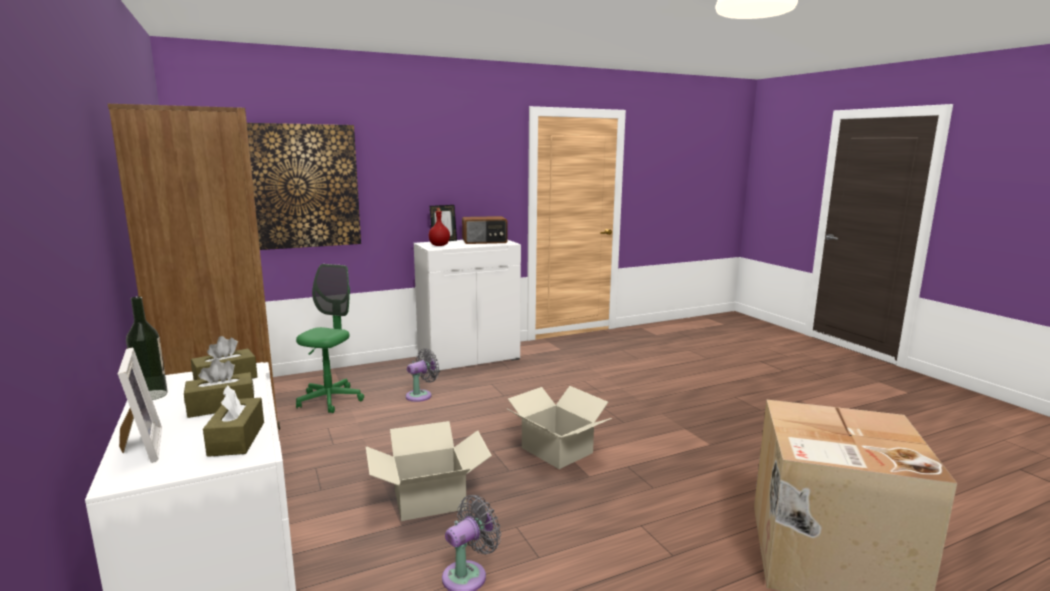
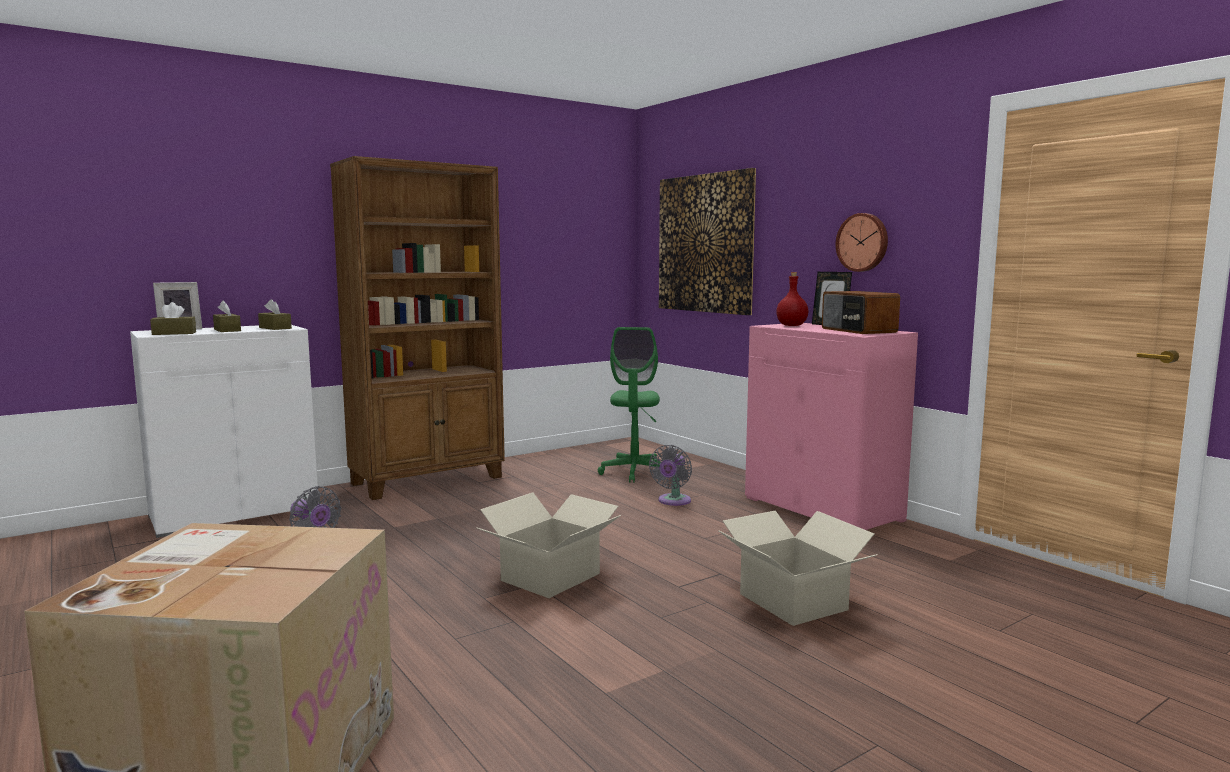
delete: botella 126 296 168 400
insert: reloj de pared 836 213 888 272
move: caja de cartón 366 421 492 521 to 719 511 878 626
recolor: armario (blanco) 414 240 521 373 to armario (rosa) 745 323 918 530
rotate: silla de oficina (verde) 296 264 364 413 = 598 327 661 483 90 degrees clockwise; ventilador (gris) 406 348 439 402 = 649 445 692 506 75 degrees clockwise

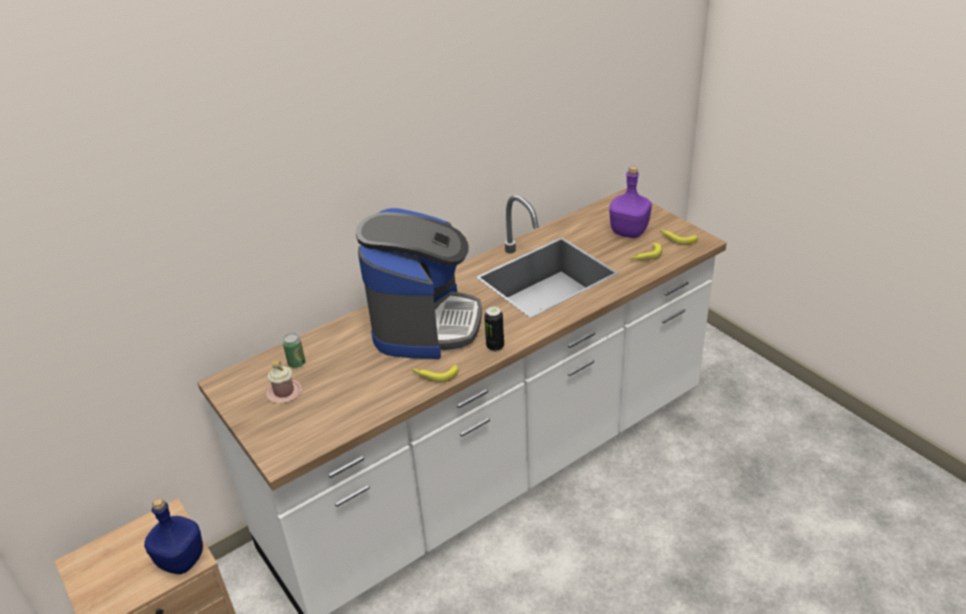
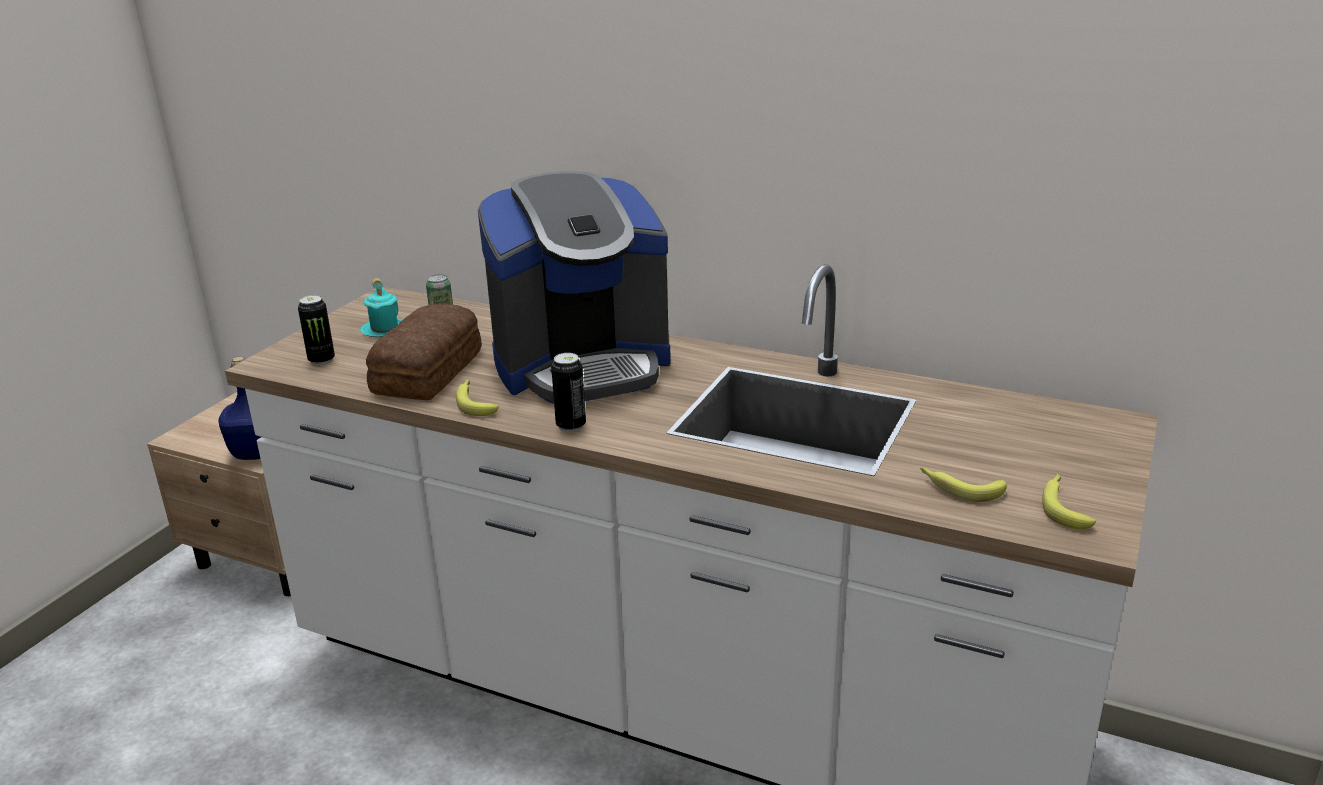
delete: botella (morado) 609 166 652 238
insert: lata 298 295 335 365; pan 366 304 482 400
recolor: taza grande (rosa) 266 361 302 403 to taza grande (turquesa) 360 278 403 337

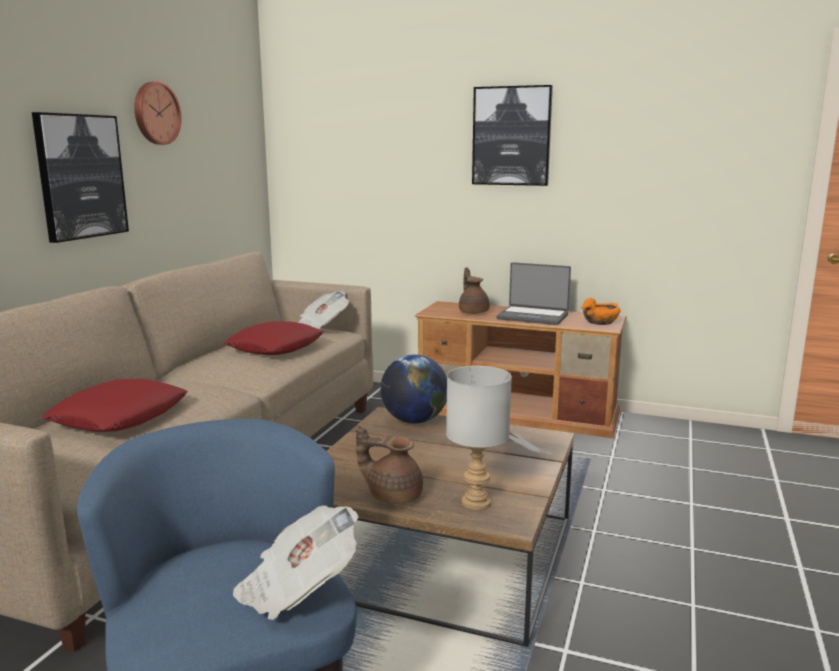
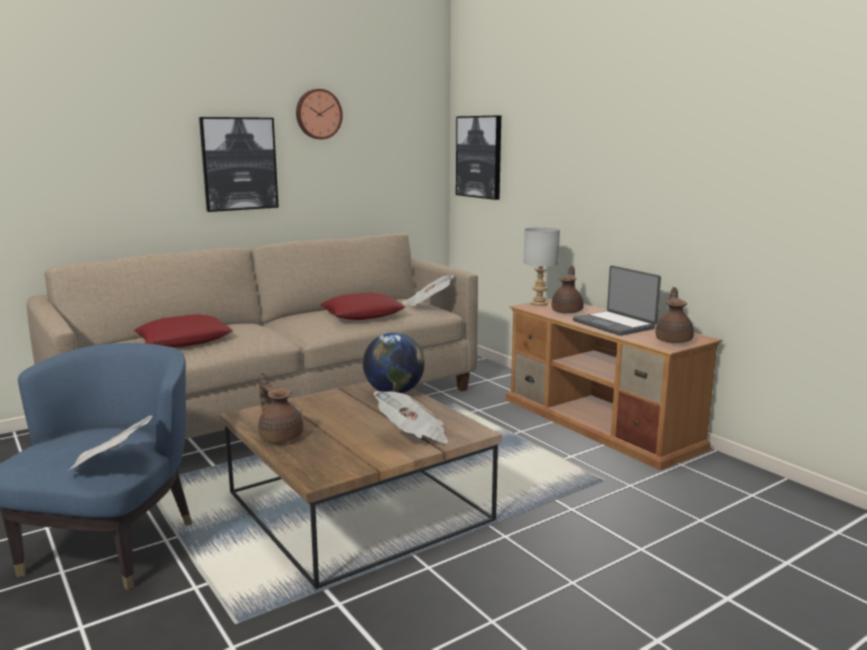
move: cuadro 472 85 553 186 to 456 116 501 200; lámpara de mesa (gris) 446 366 512 510 to 524 227 560 306
replace: cuenco (naranja) 581 298 620 325 to tetera (marrón) 656 287 694 343

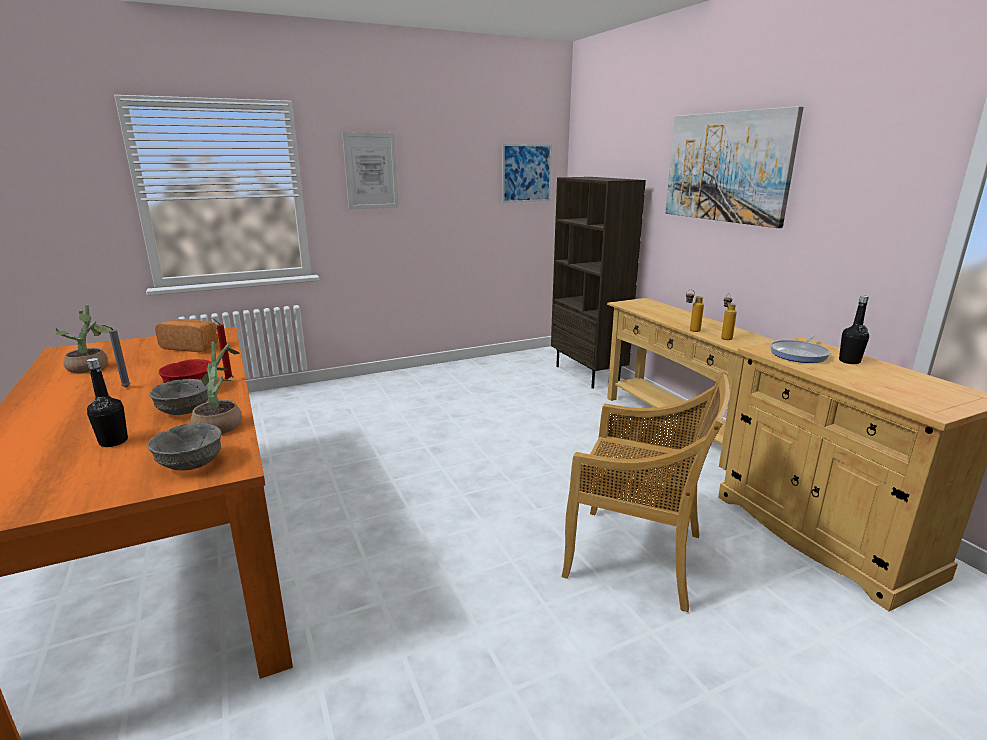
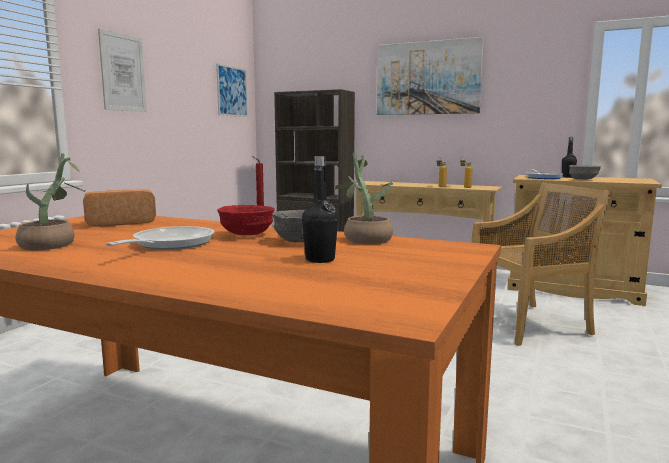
move: cuenco (gris) 147 423 221 471 to 569 165 601 179
replace: vela (gris) 103 325 131 388 to sartén 106 226 215 250

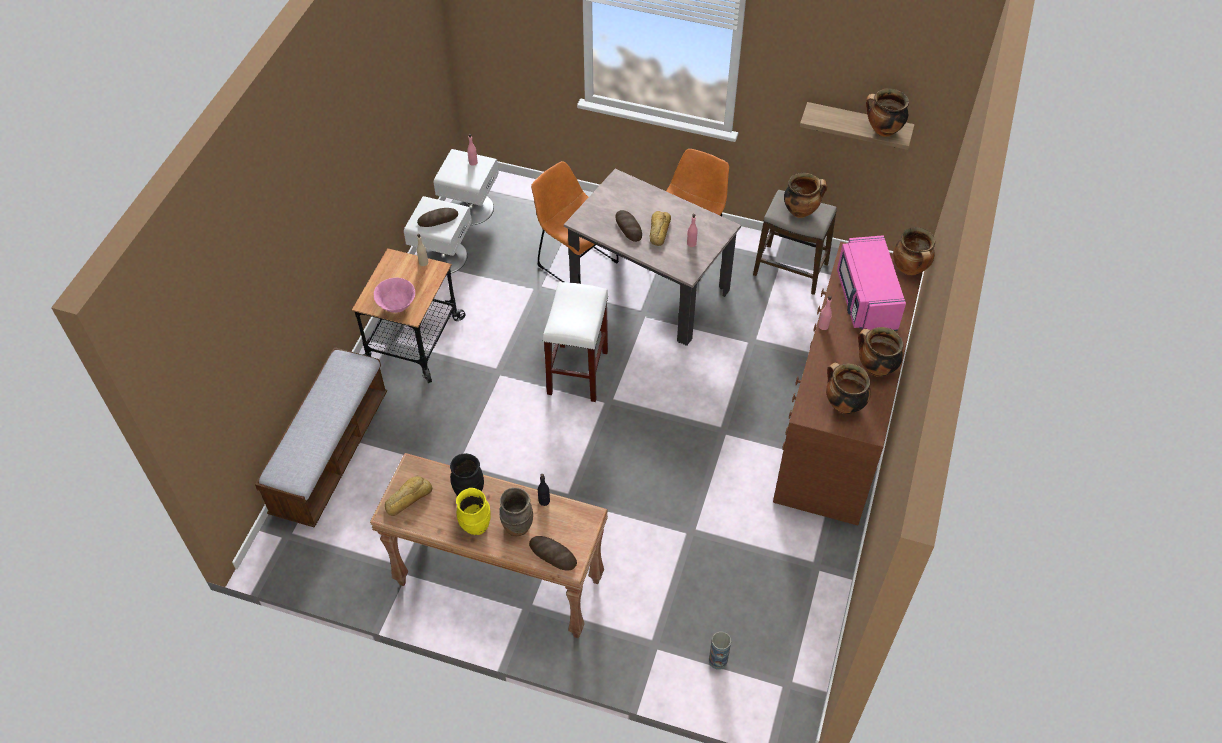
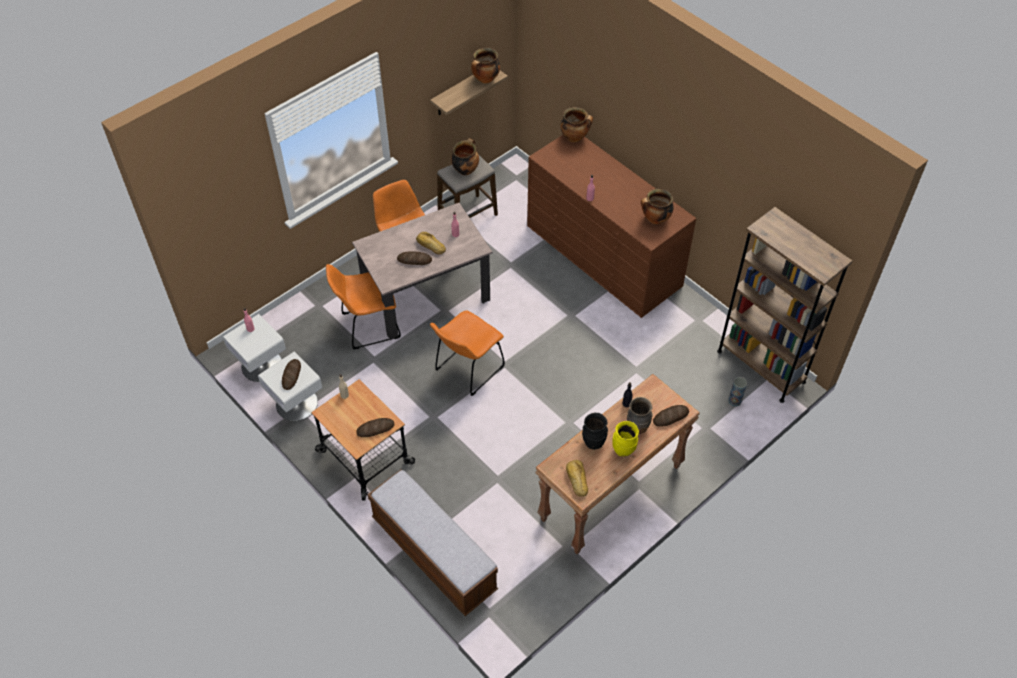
delete: microondas (rosa) 837 235 906 331; olla 858 327 903 377
insert: estantería (marrón) 717 207 853 403
replace: cuenco (rosa) 374 278 415 313 to pan 356 418 394 437; taburete (blanco) 543 282 608 402 to silla (naranja) 430 310 505 396

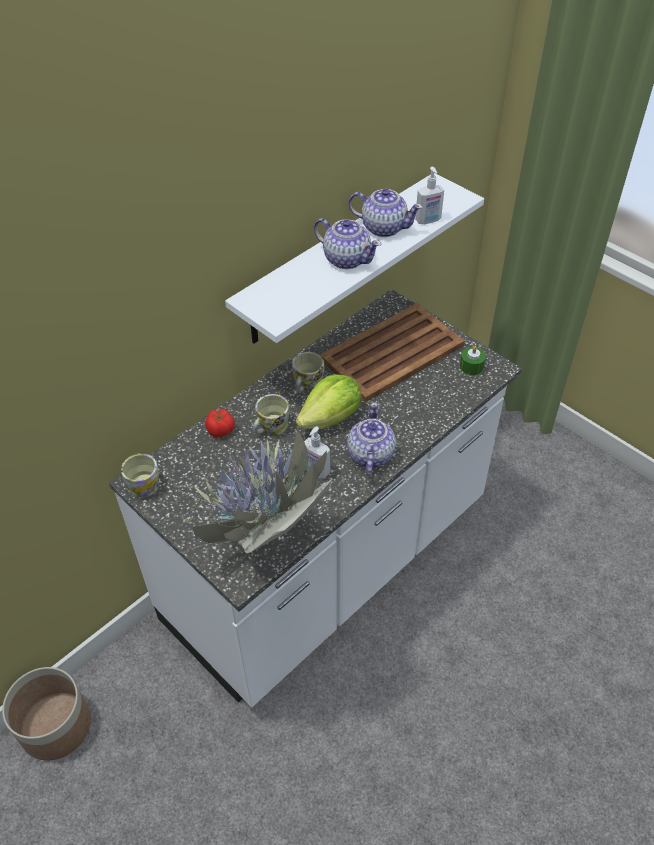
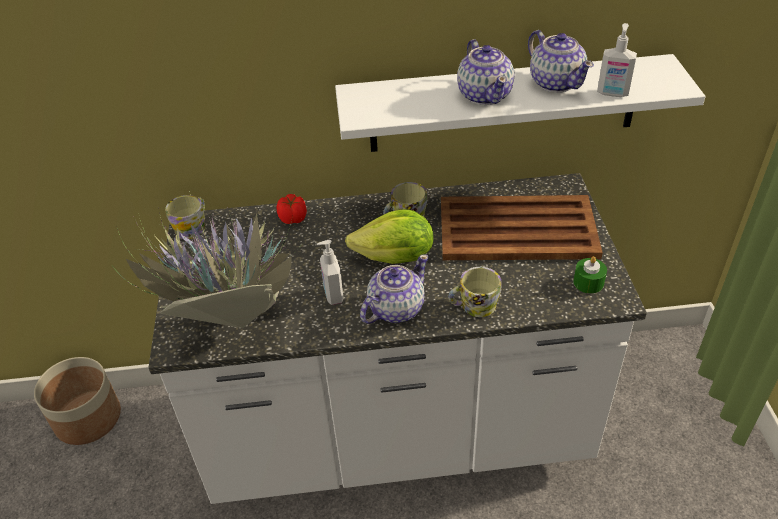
move: taza grande 253 394 290 436 to 448 267 501 317

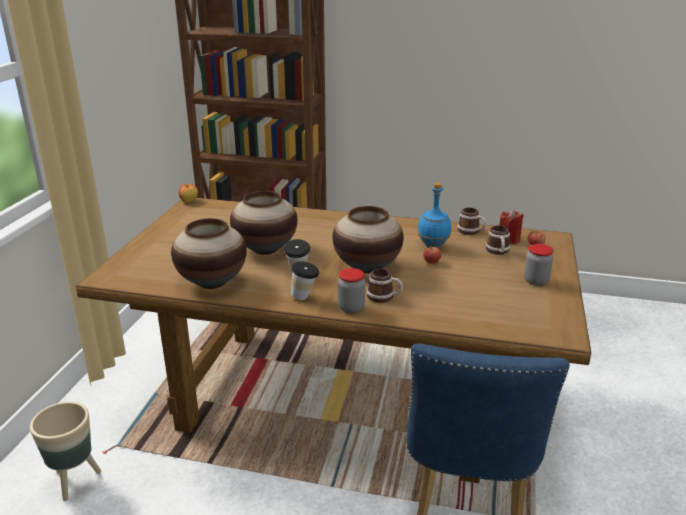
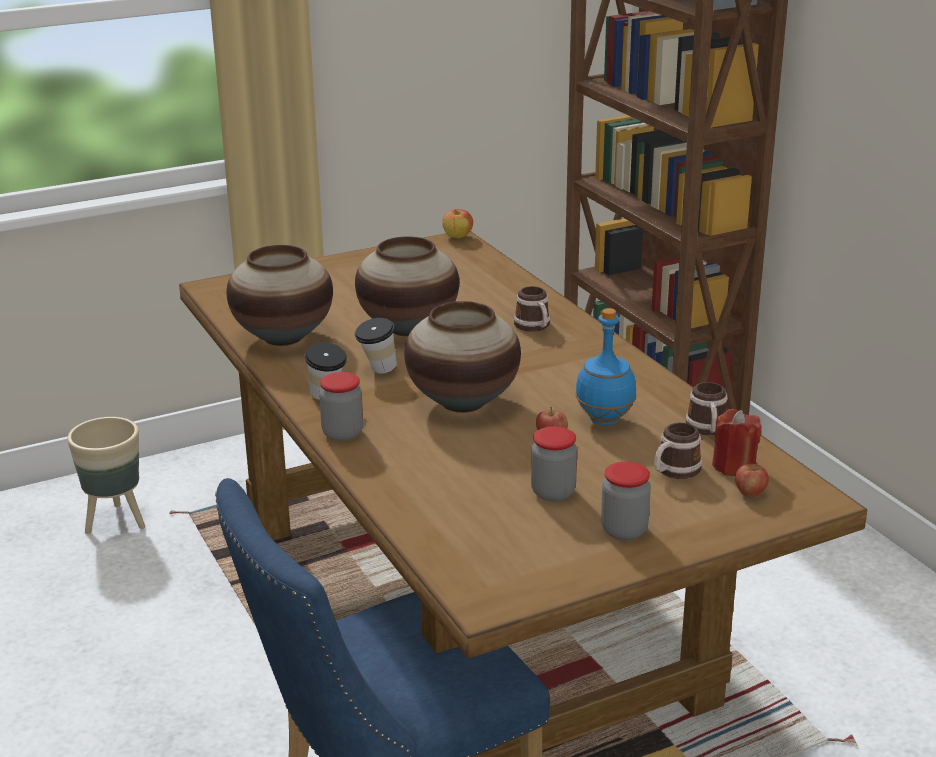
insert: tarro 531 426 577 501
move: taza grande 367 269 403 303 to 514 286 550 332

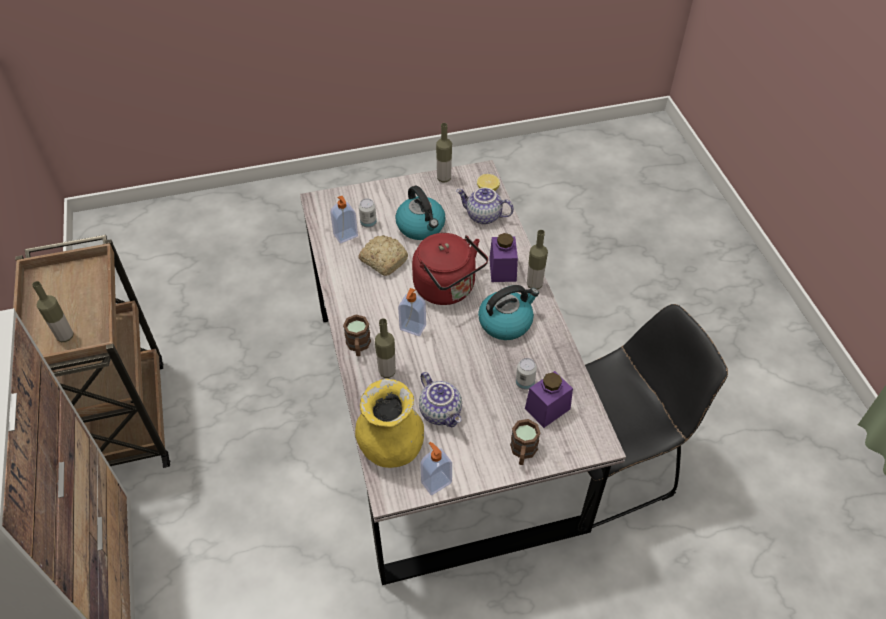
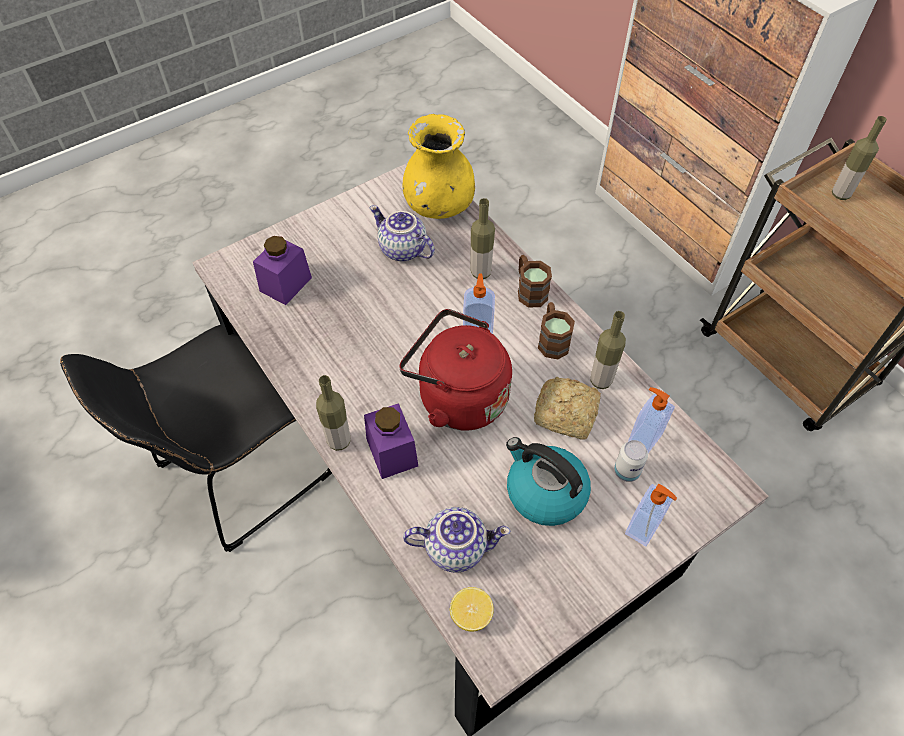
delete: hervidor 478 285 539 340; lata 516 358 537 390
move: botella 436 123 452 182 to 590 311 626 389; taza grande (marrón) 510 419 541 465 to 538 302 575 359; dispensador de jabón 420 442 452 495 to 625 484 677 547

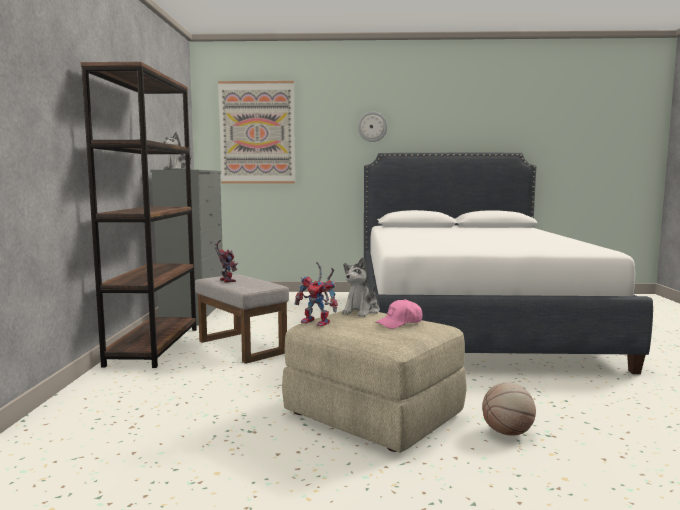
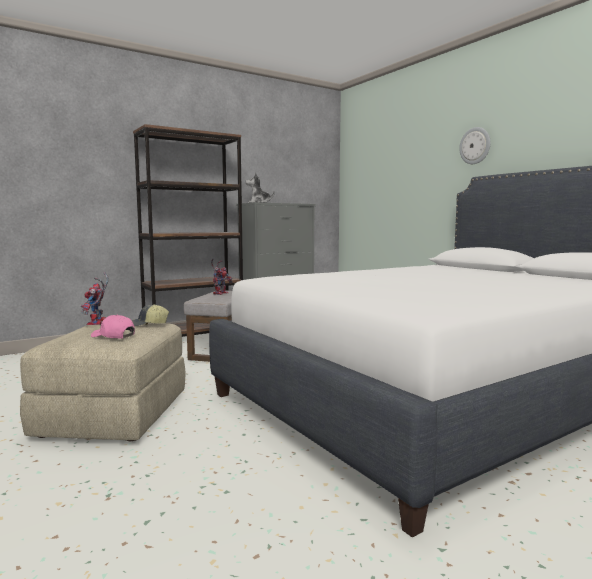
delete: cuadro 218 81 295 183; balón de baloncesto 482 382 536 436
replace: peluche 342 257 380 317 to gorra 132 304 169 327

